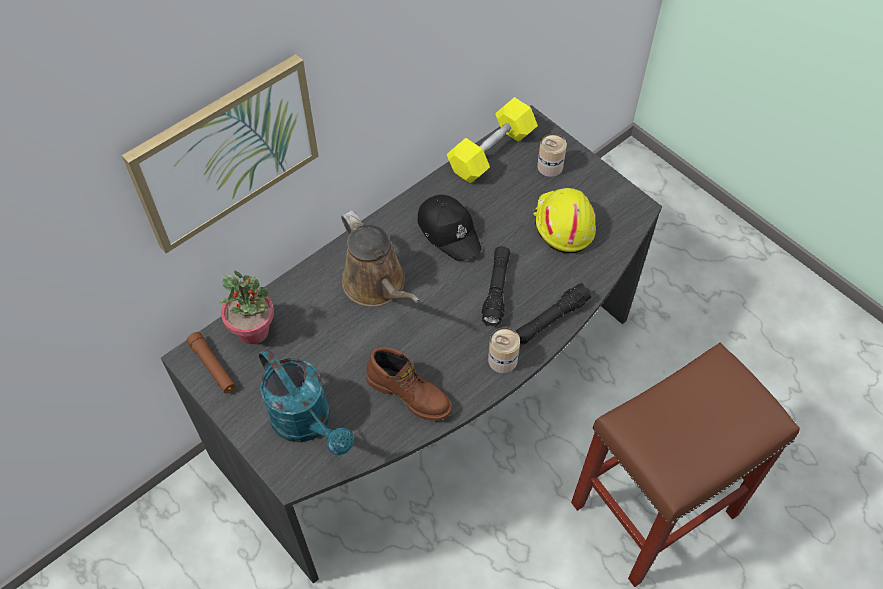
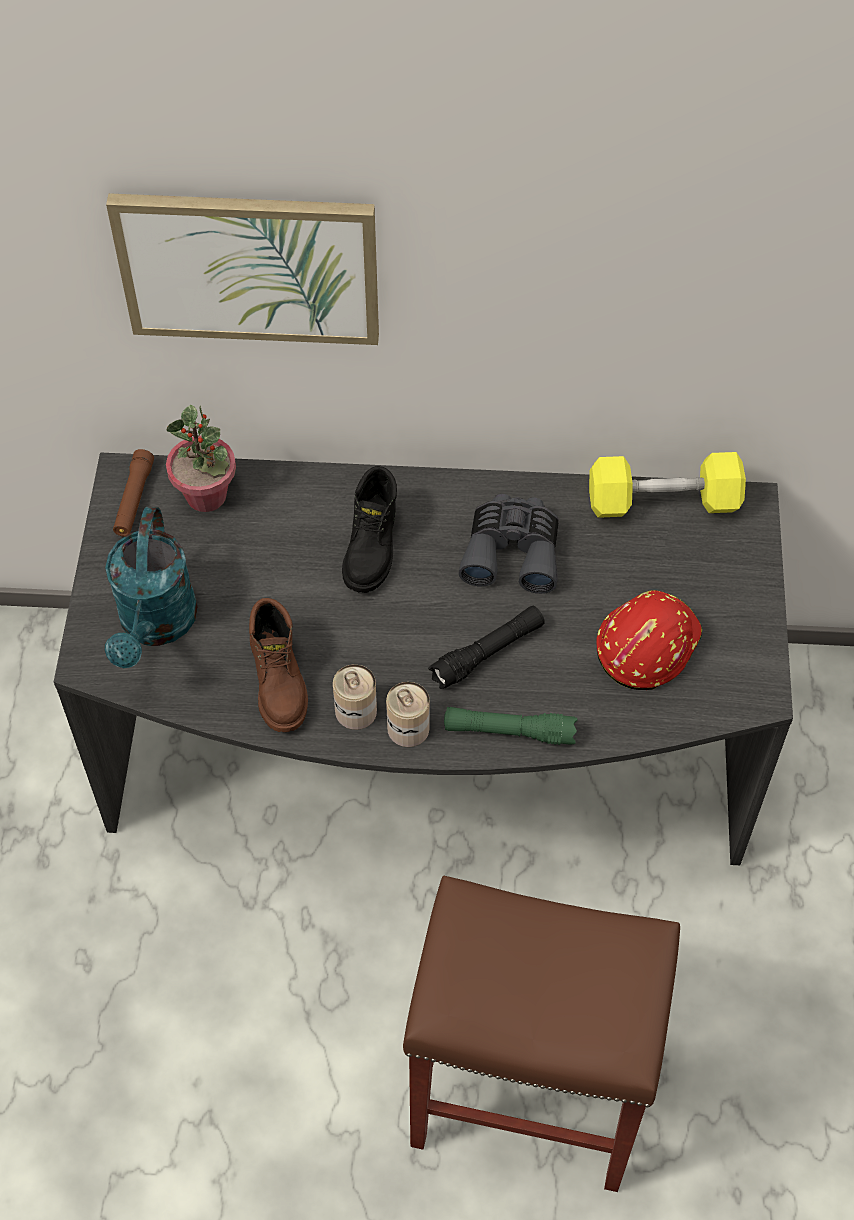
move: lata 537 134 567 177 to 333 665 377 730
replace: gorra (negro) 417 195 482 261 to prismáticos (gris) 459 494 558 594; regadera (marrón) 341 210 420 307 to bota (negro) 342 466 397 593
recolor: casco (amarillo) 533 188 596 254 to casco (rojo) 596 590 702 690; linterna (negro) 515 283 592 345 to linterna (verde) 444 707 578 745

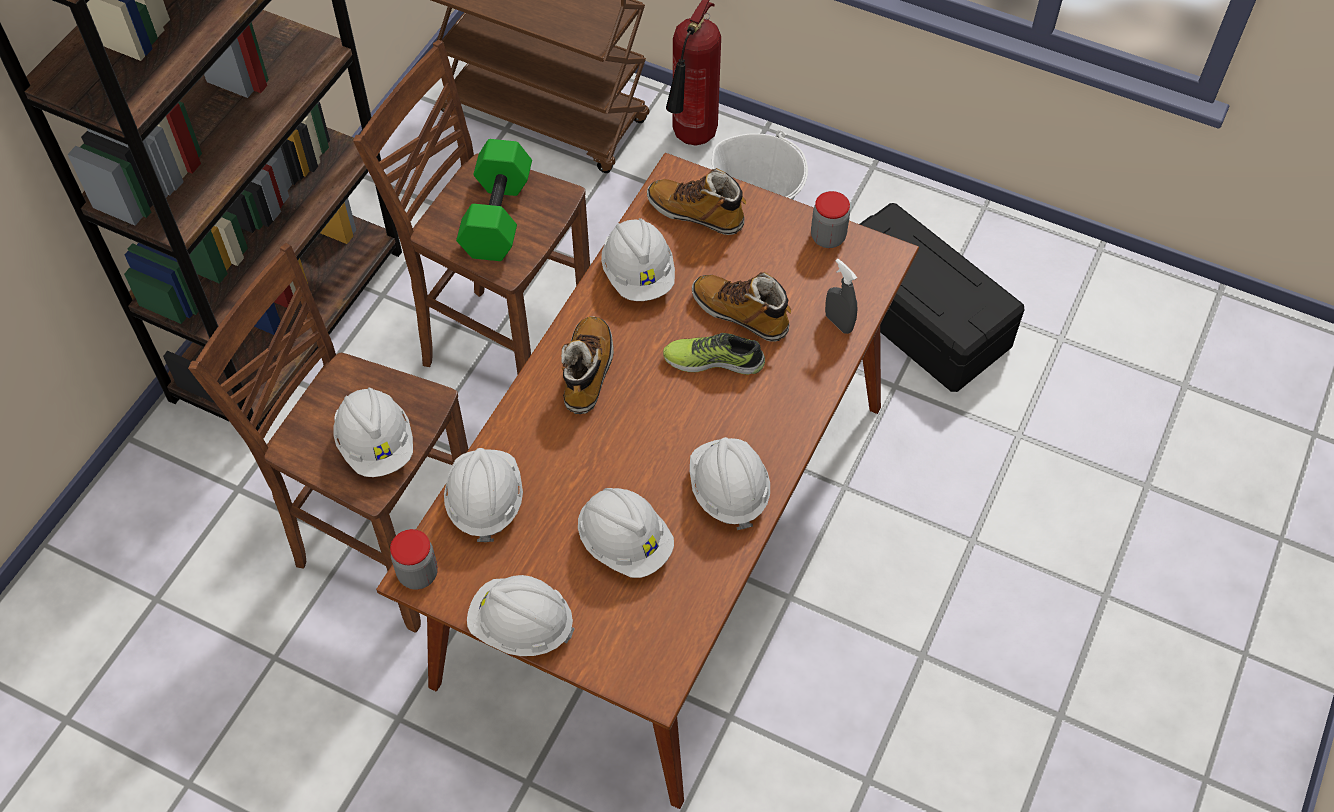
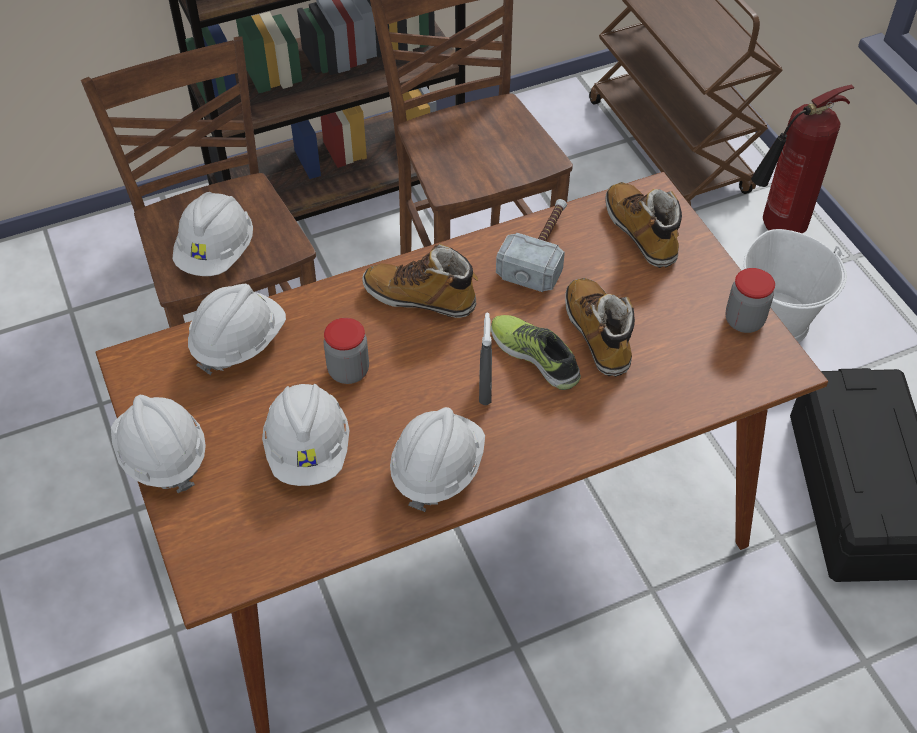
delete: mancuerna (verde) 456 139 532 261
move: pulverizador (gris) 825 259 857 334 to 479 313 492 405; tarro 390 529 438 590 to 324 318 369 384
replace: casco (blanco) 601 218 675 301 to martillo 496 199 567 292
rotate: bota 561 316 614 414 = 362 244 478 318 120 degrees counterclockwise

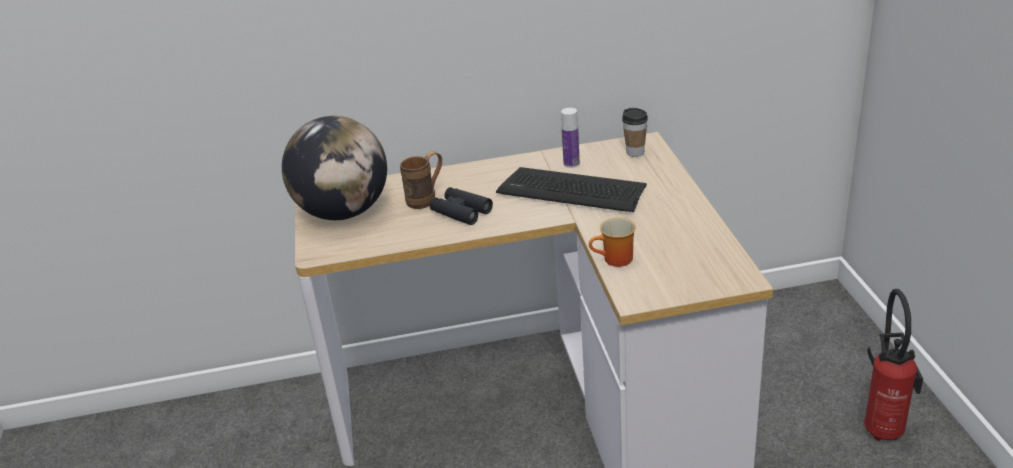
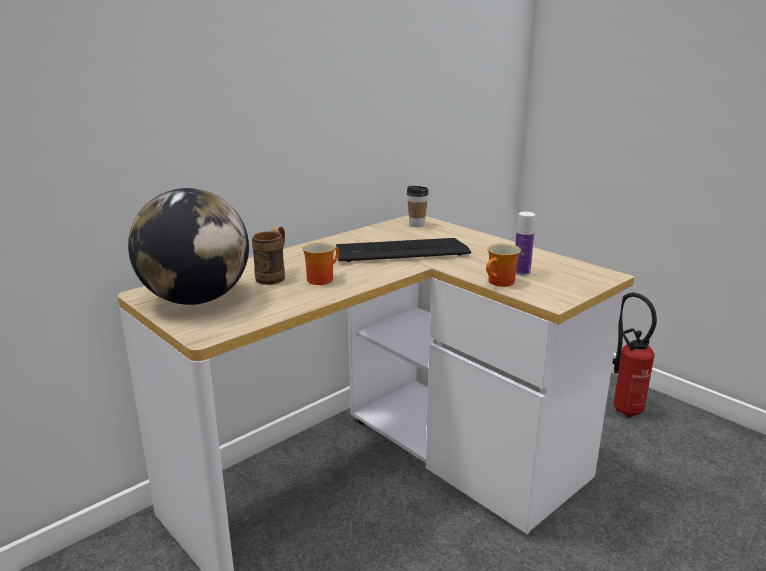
move: botella 561 108 580 168 to 515 212 535 276
replace: prismáticos (negro) 430 187 493 225 to taza grande 302 243 339 285

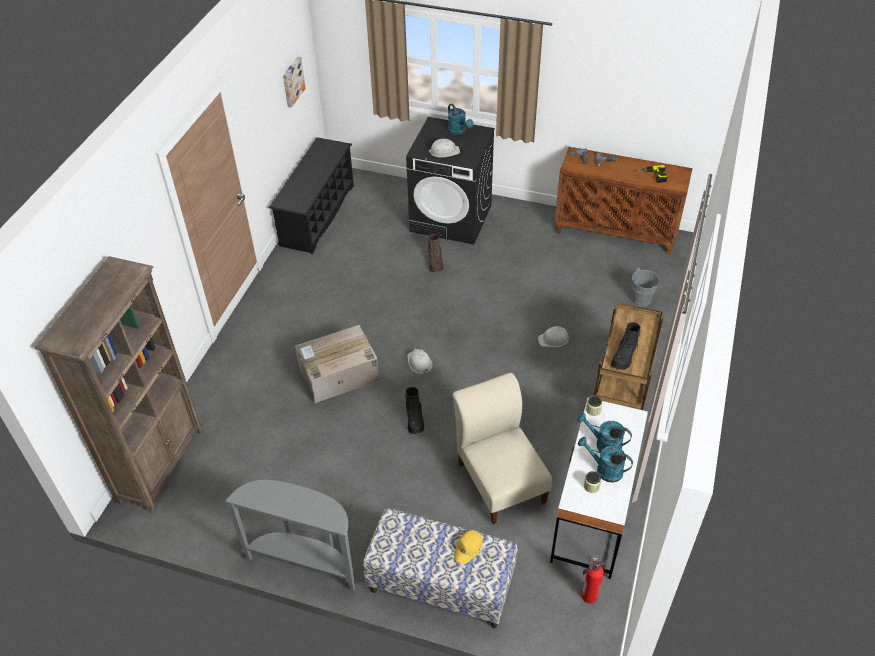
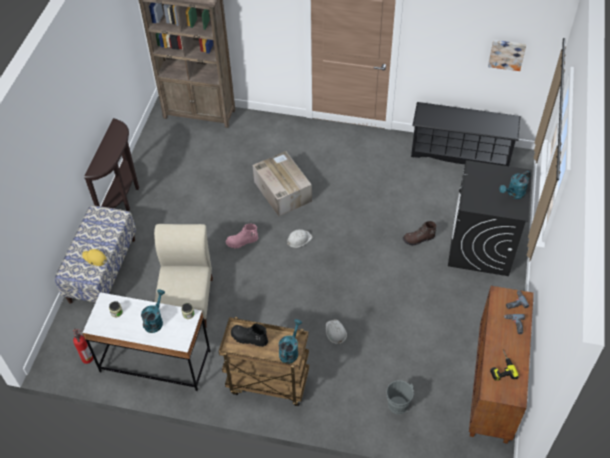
delete: casco (blanco) 429 139 460 158
move: regadera (turquesa) 578 437 633 483 to 279 319 302 364
recolor: bota (negro) 405 387 424 434 to bota (rosa) 226 224 258 249; mesa consola (gris) 224 480 355 592 to mesa consola (marrón) 84 118 139 211
rotate: silla (beis) 453 373 552 524 = 154 224 213 327 60 degrees counterclockwise

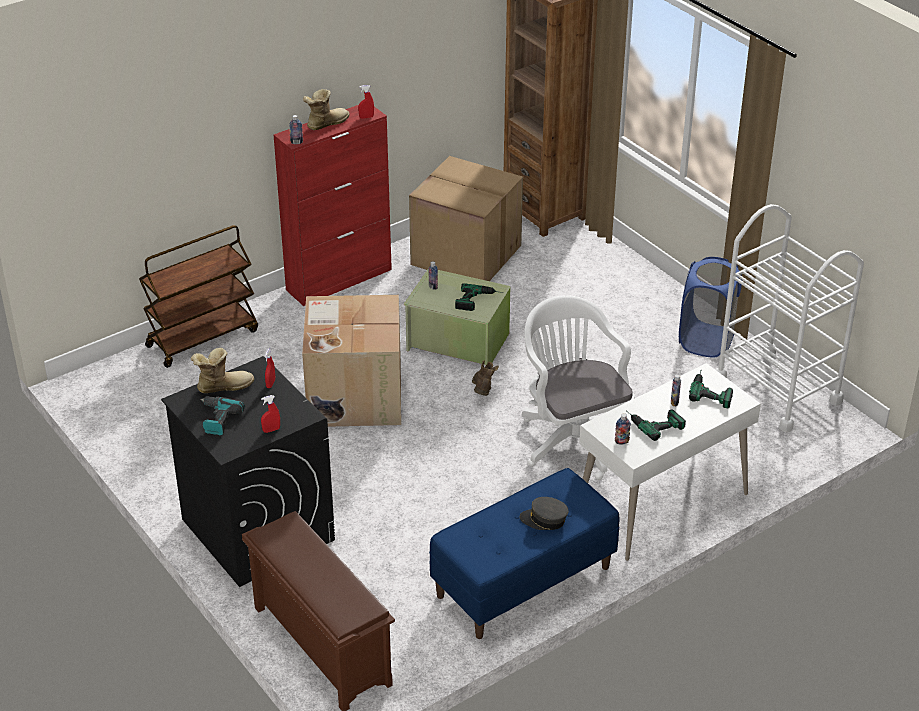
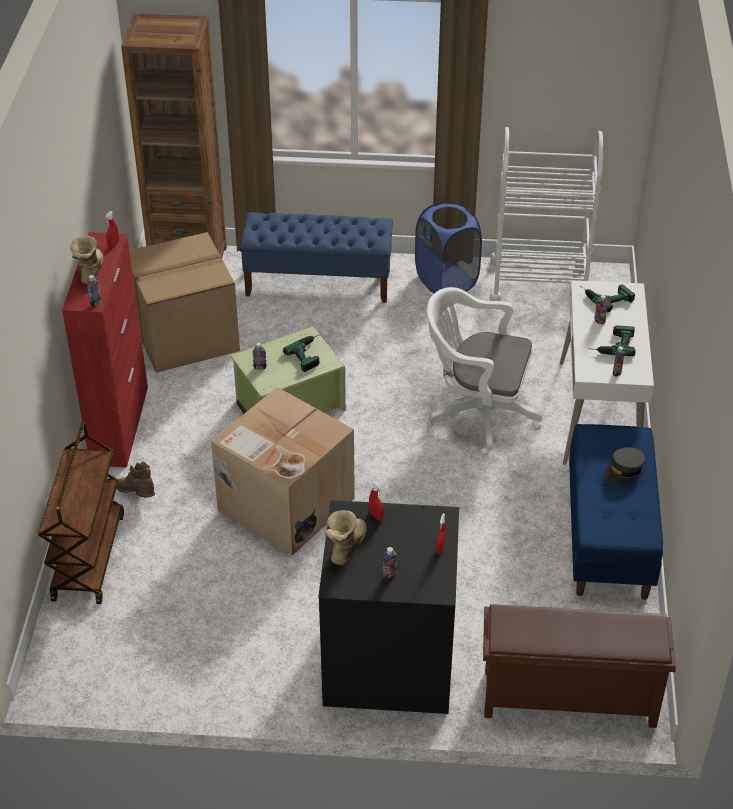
insert: banco (azul) 239 212 393 303
move: bota (marrón) 472 360 499 396 to 116 462 155 498
replace: taladro 200 396 245 435 to botella 383 547 397 580

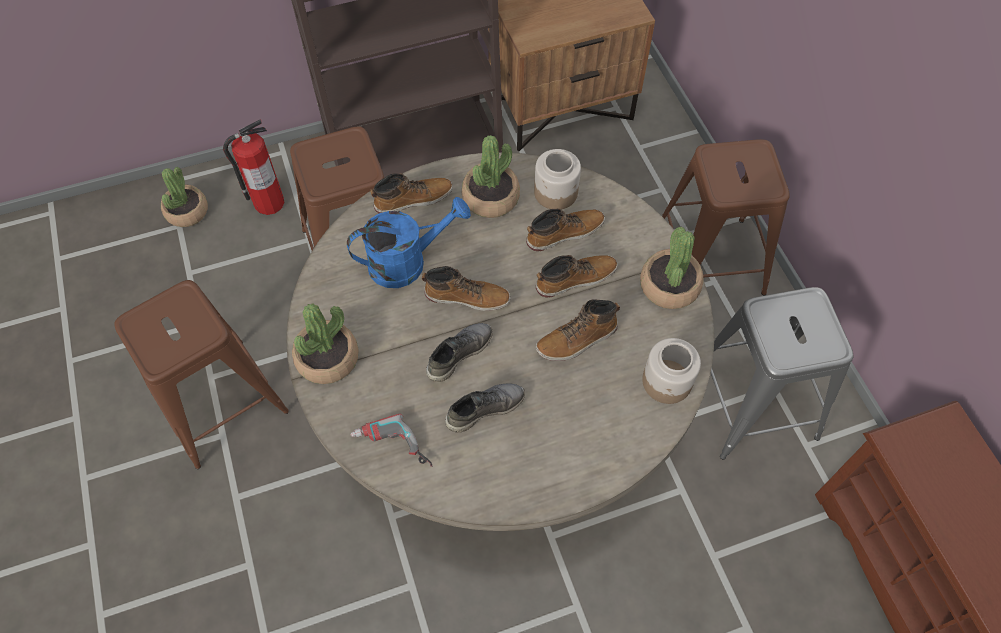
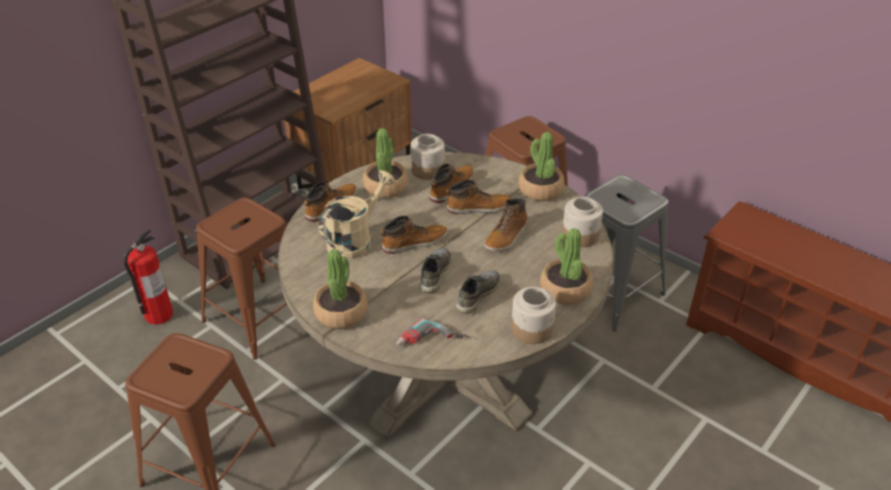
insert: tarro 511 287 556 344
move: planta en maceta 161 167 208 227 to 540 228 593 305
recolor: regadera (azul) 347 197 471 288 to regadera (beis) 319 170 395 260
rotate: bota 536 255 618 298 = 446 180 511 214 45 degrees clockwise

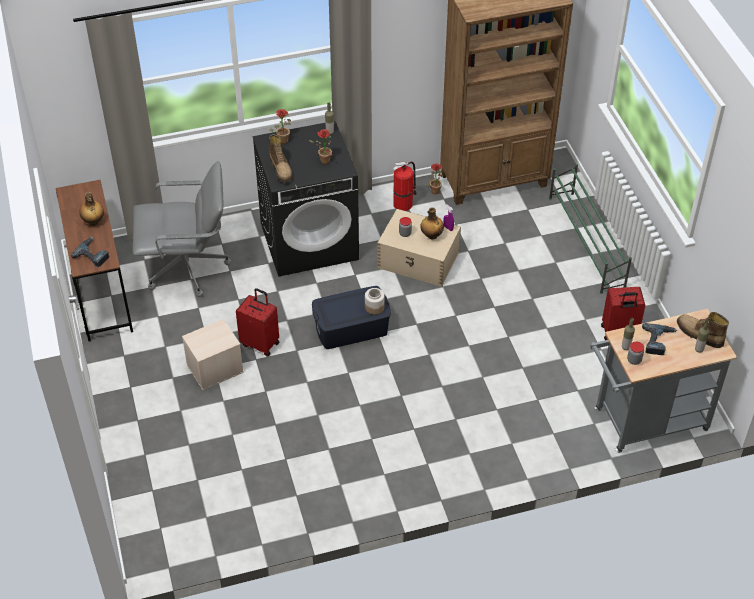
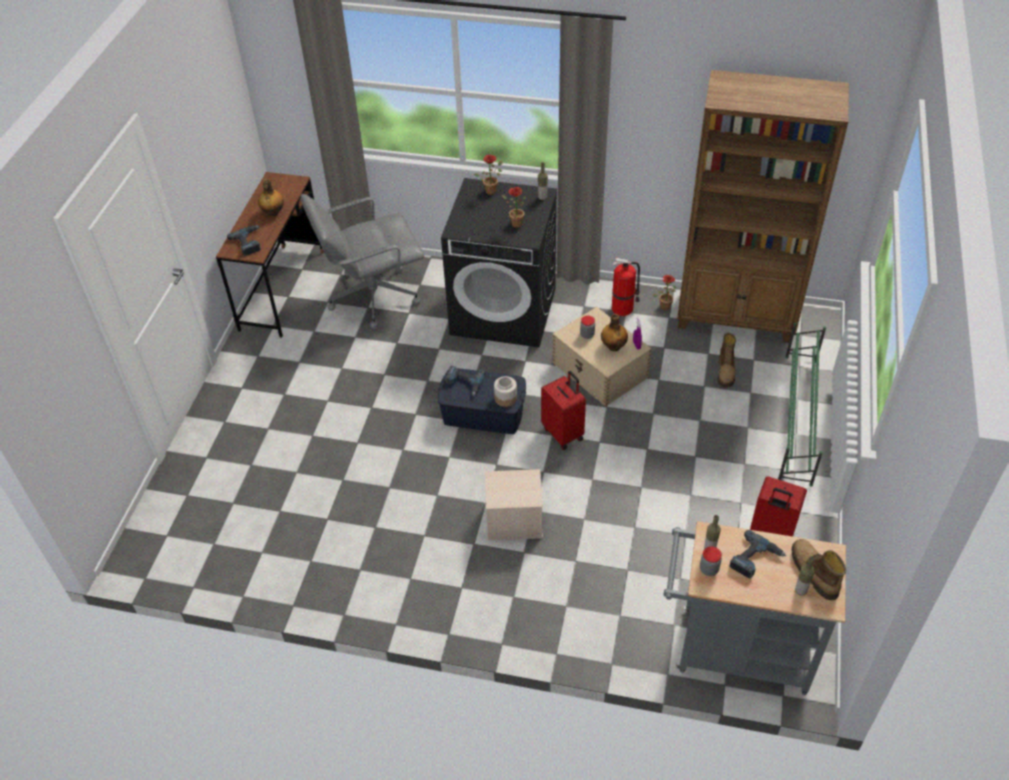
insert: taladro 445 366 485 396
move: bota 269 134 293 183 to 717 332 736 388; maleta (rojo) 236 288 279 357 to 541 371 586 450; caja de almacenaje (beis) 182 319 244 390 to 485 469 543 540
rotate: silla de oficina (gris) 132 161 232 297 = 301 194 424 329 135 degrees clockwise

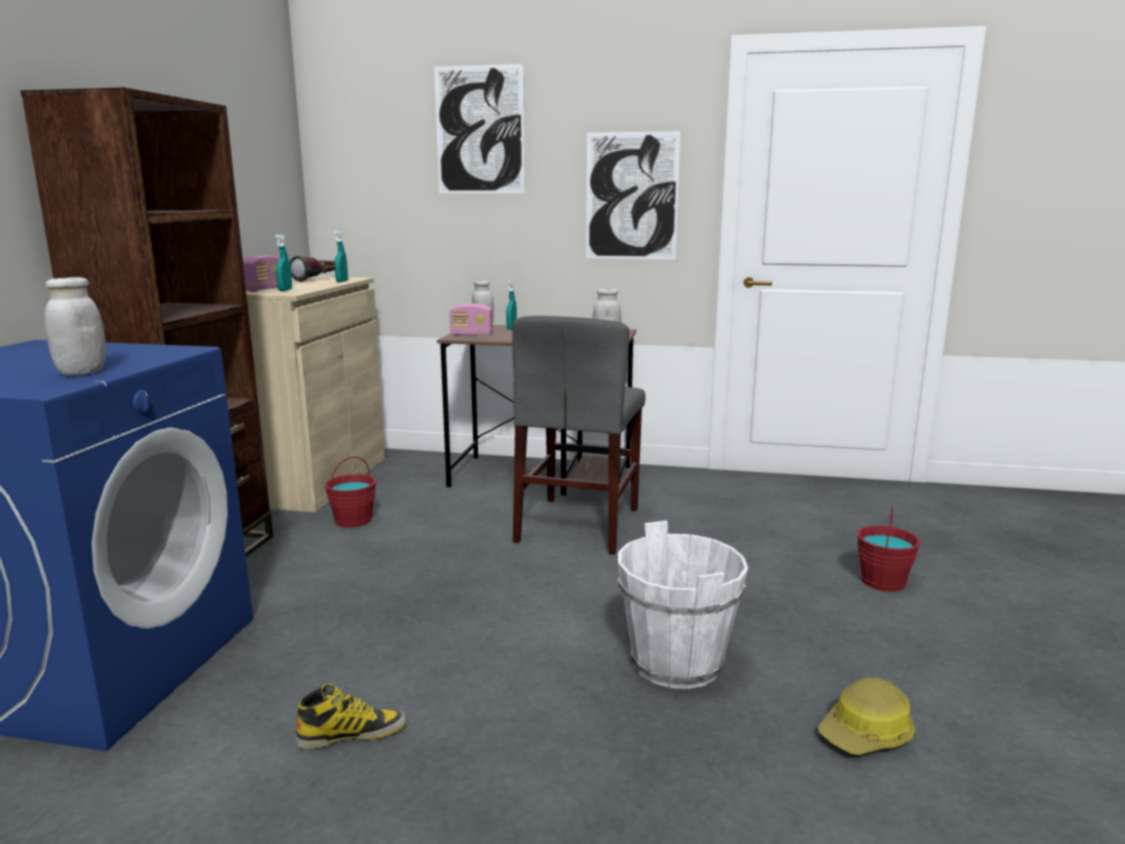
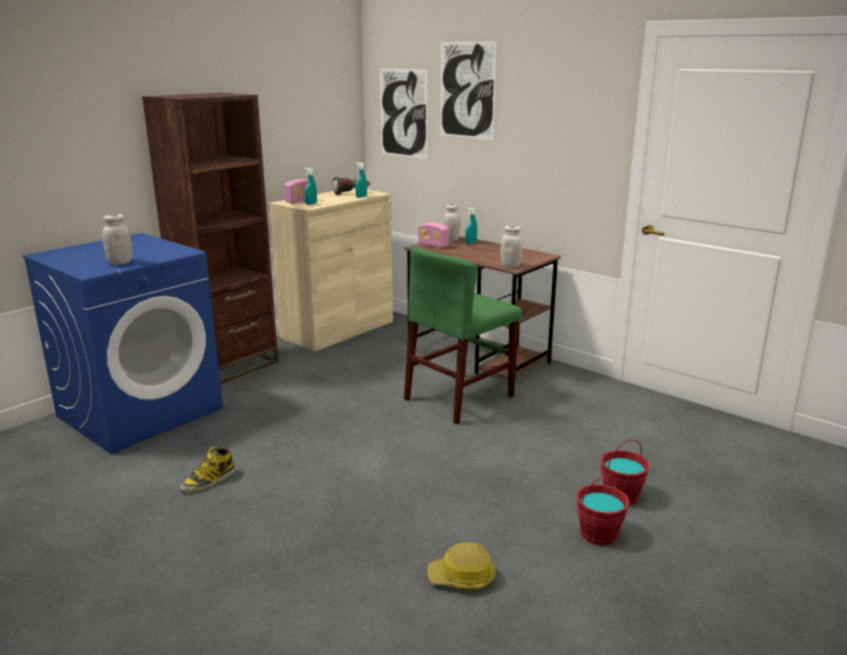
delete: cubo (blanco) 618 521 748 689
move: cuadro 586 131 680 259 to 380 68 428 159; cubo (rojo) 325 457 376 528 to 576 474 630 546
recolor: silla (gris) 512 316 646 555 to silla (verde) 404 246 522 424
rotate: bota 296 684 407 749 = 180 447 236 492 120 degrees clockwise

